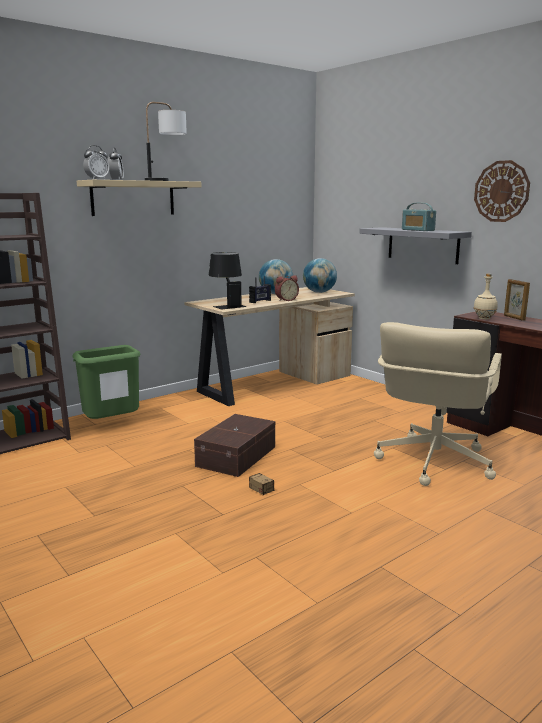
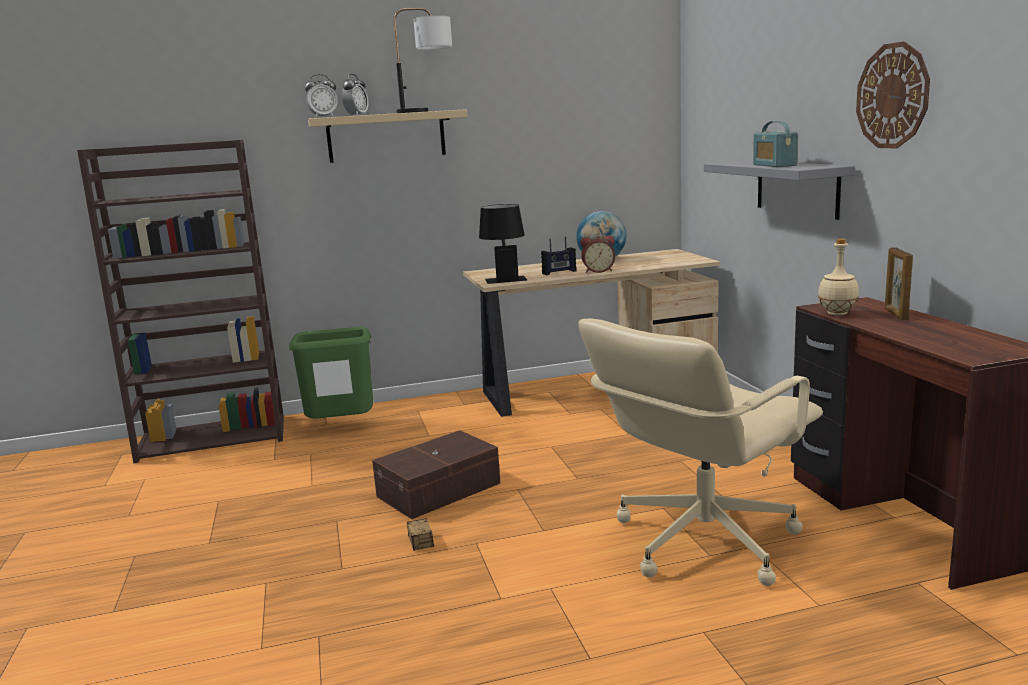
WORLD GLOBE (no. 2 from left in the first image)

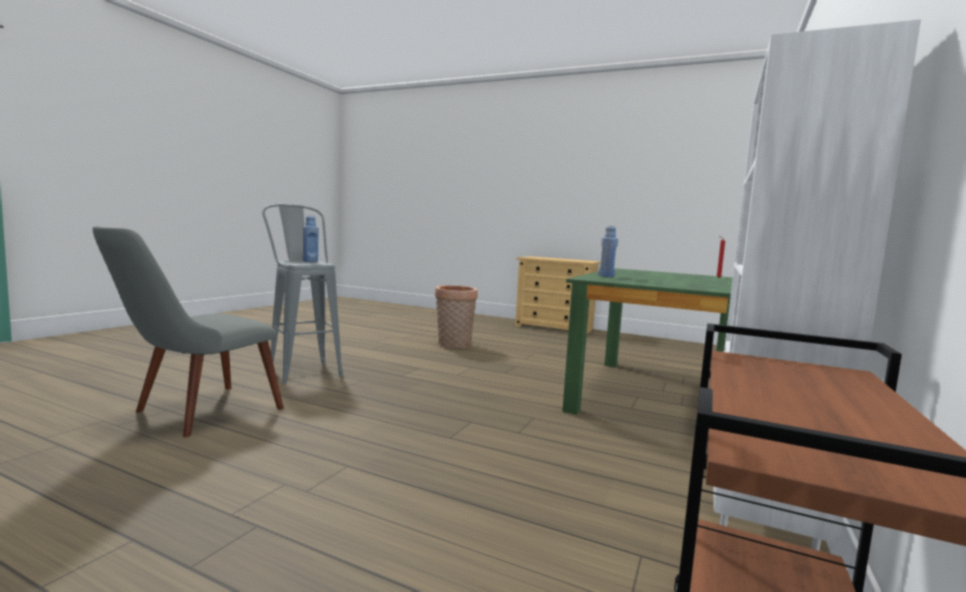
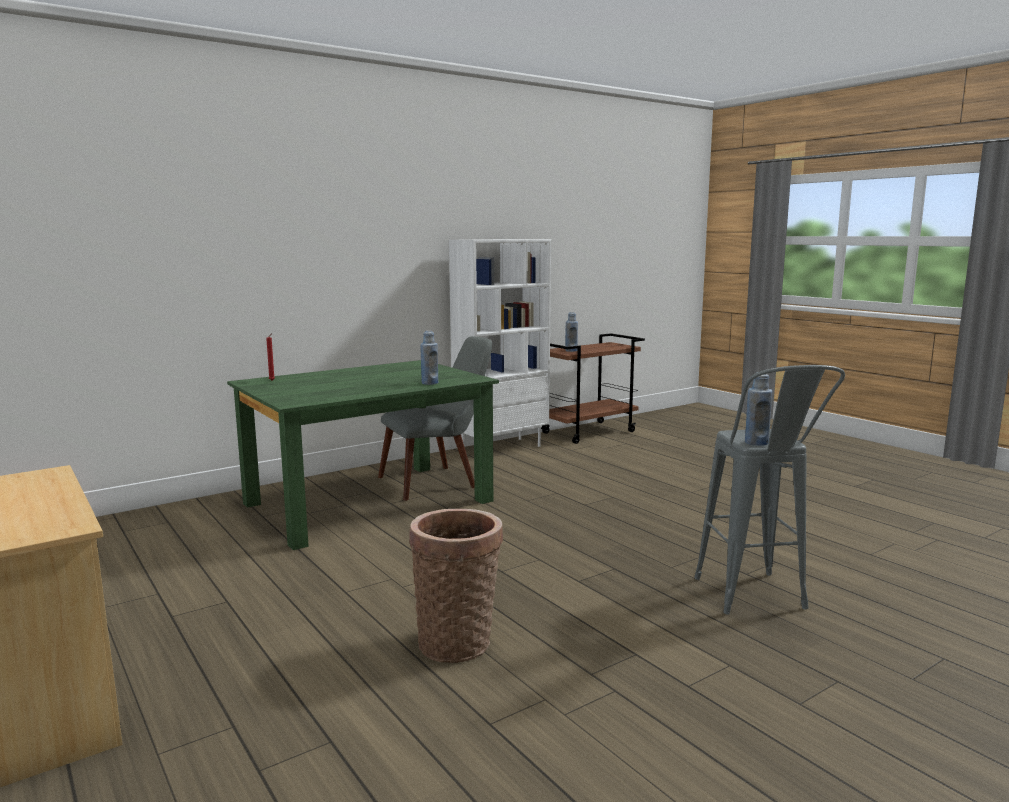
GREYISH CHAIR; BLUE DRINK BOTTLE (no. 2 from left)

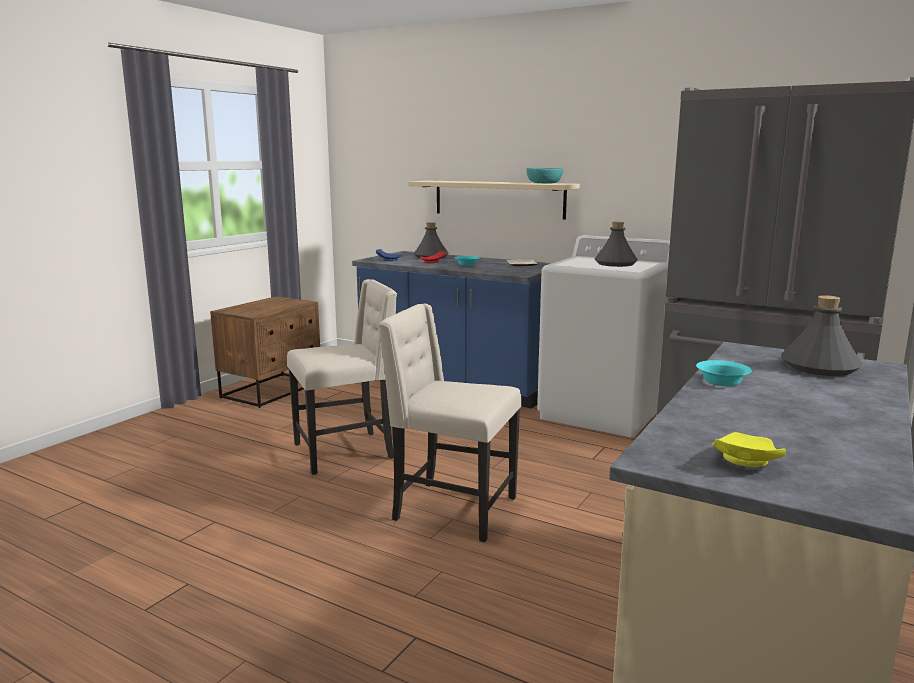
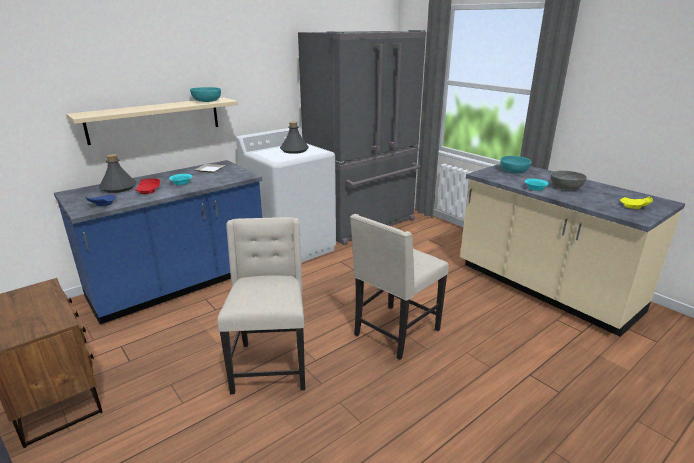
TURQUOISE-COLOURED DEEP DISH (no. 3 from left); GREYISH DEEP DISH

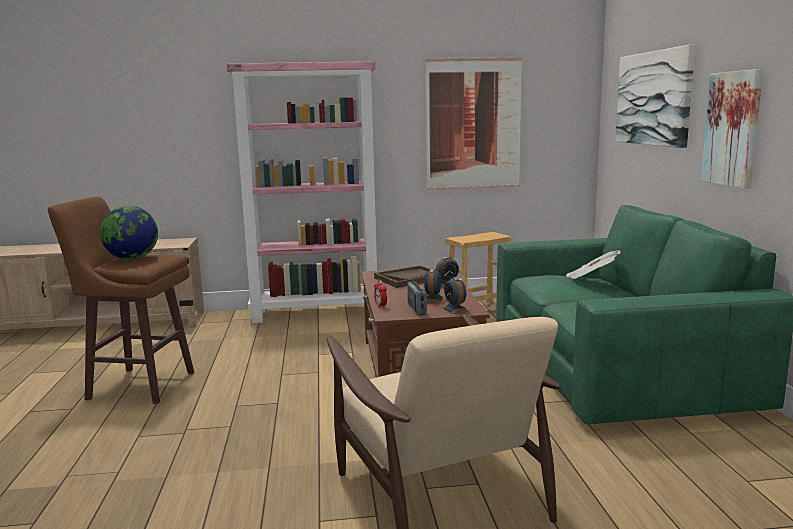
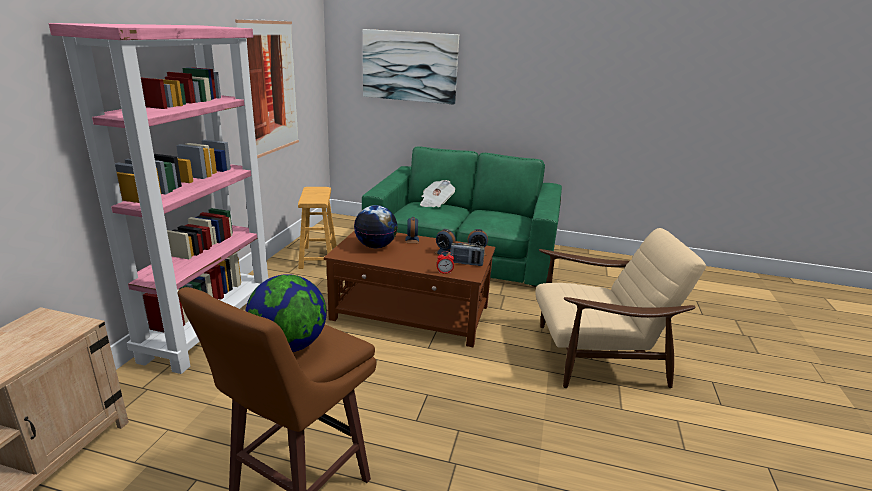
WALL PICTURE (no. 3 from left in the first image); WORLD GLOBE (no. 2 from left)

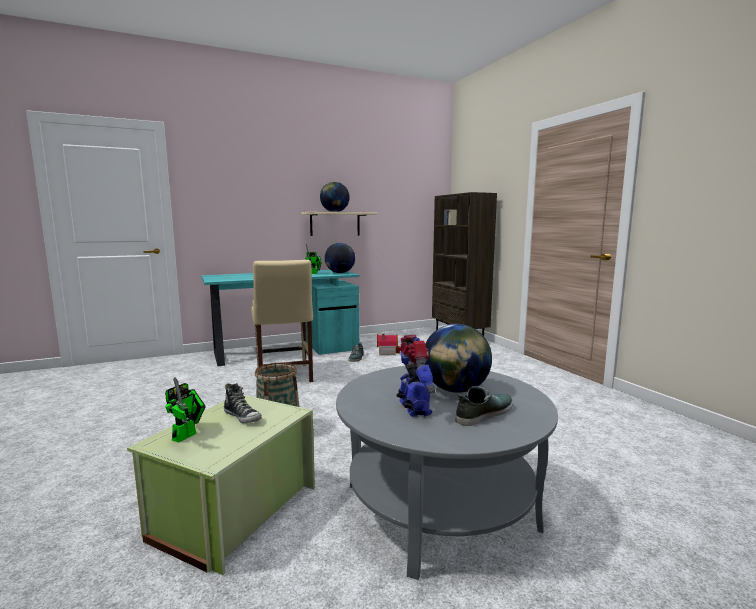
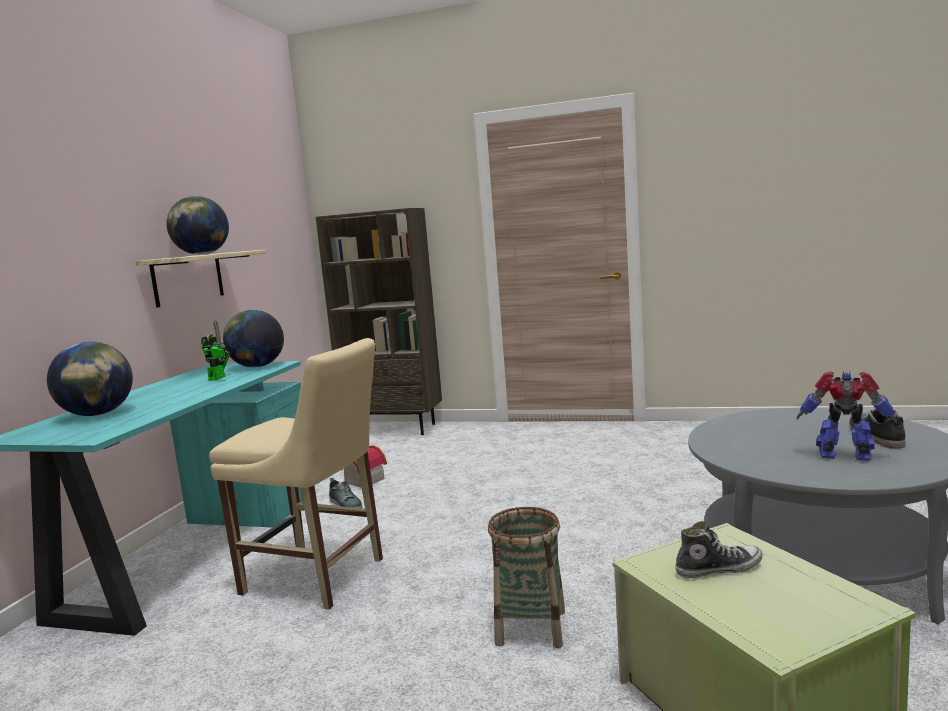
WORLD GLOBE (no. 1 from left); TOY ROBOT (no. 1 from left in the first image)

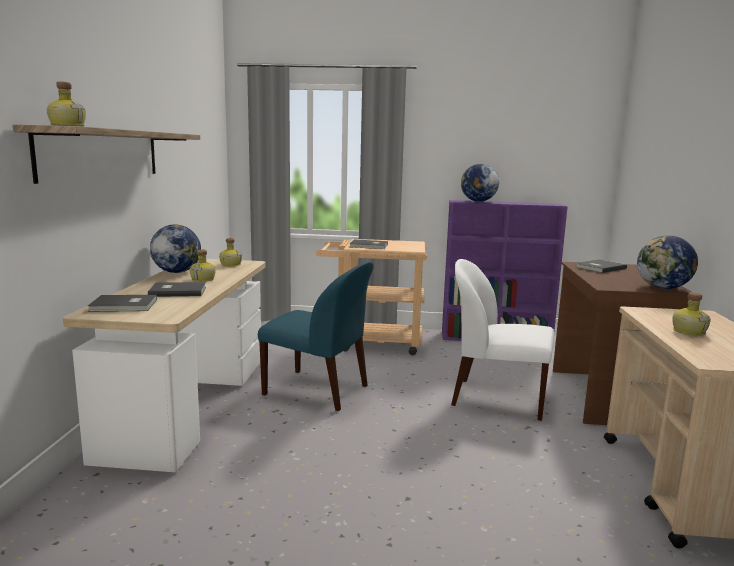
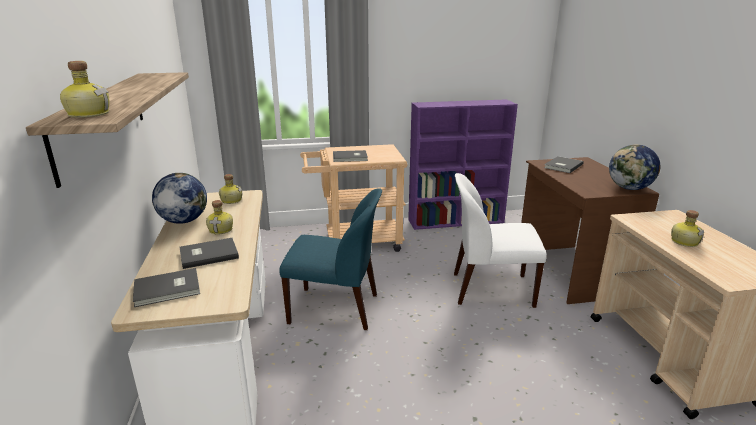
WORLD GLOBE (no. 2 from left in the first image)

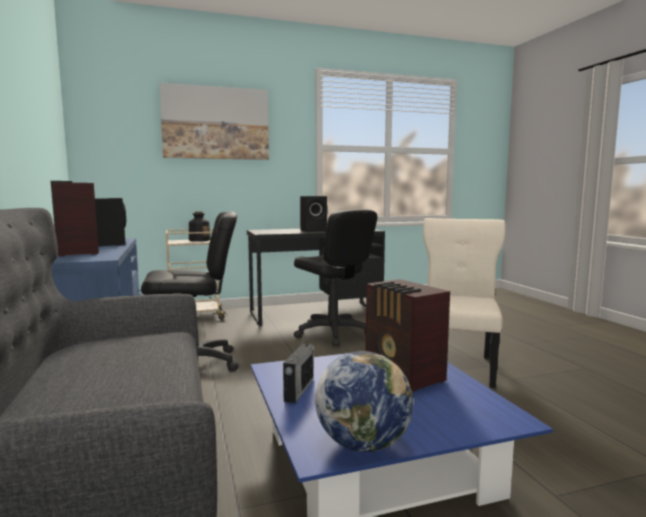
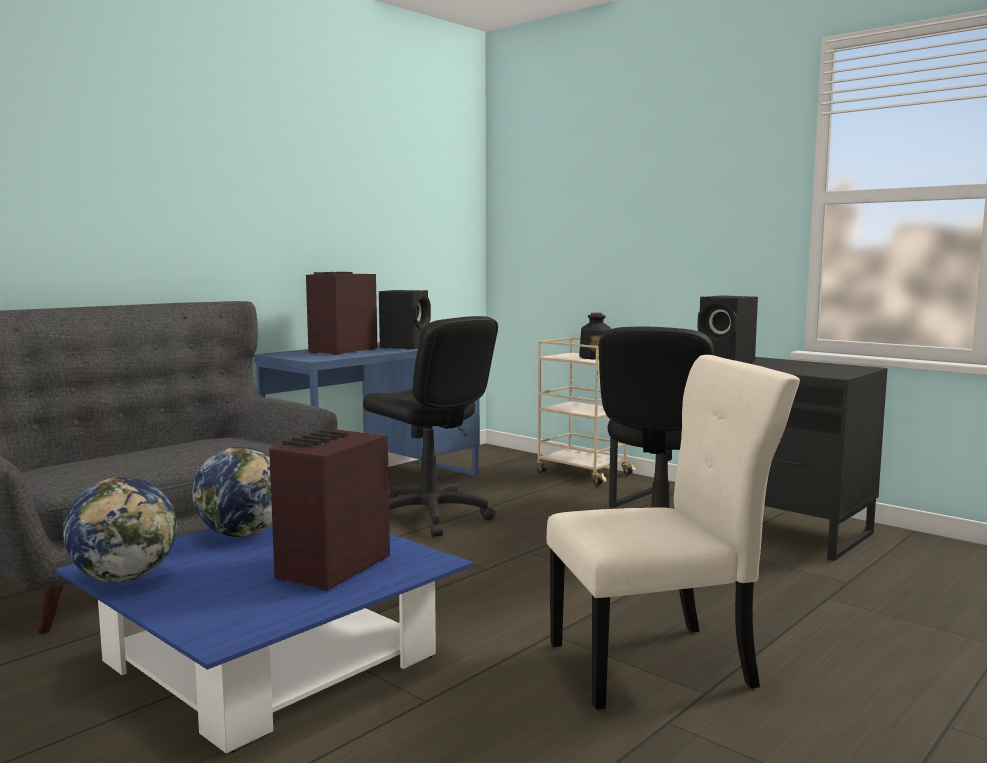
WALL PICTURE; WORLD GLOBE (no. 2 from left)

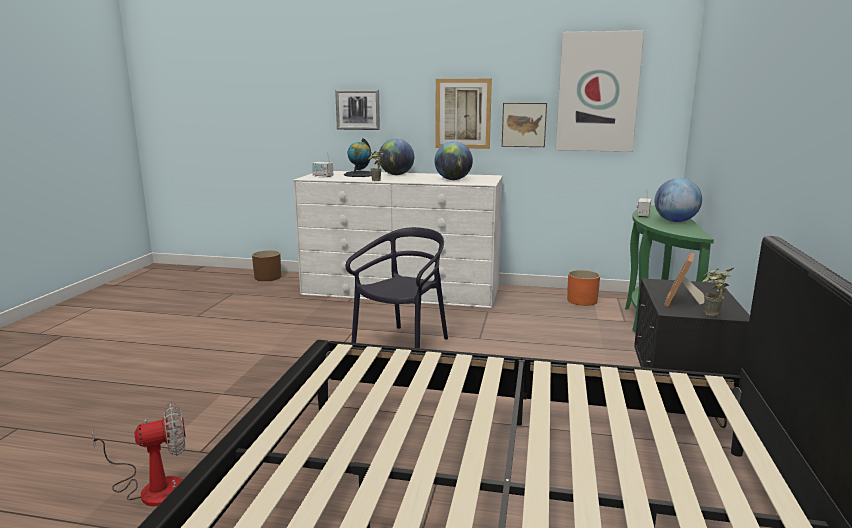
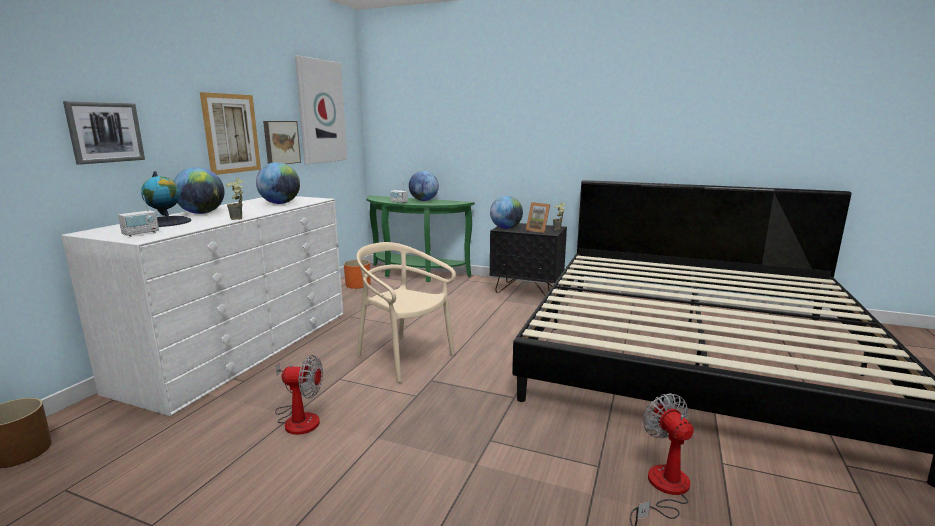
SAND-COLOURED CHAIR; WORLD GLOBE (no. 5 from left); FAN (no. 1 from left)

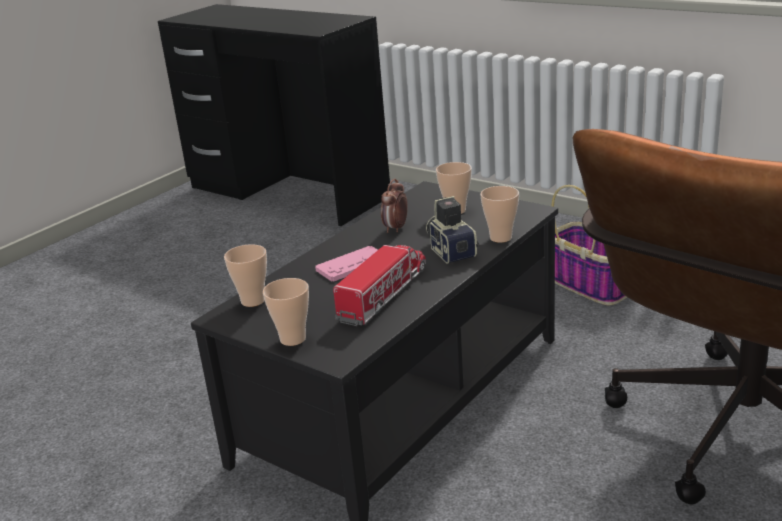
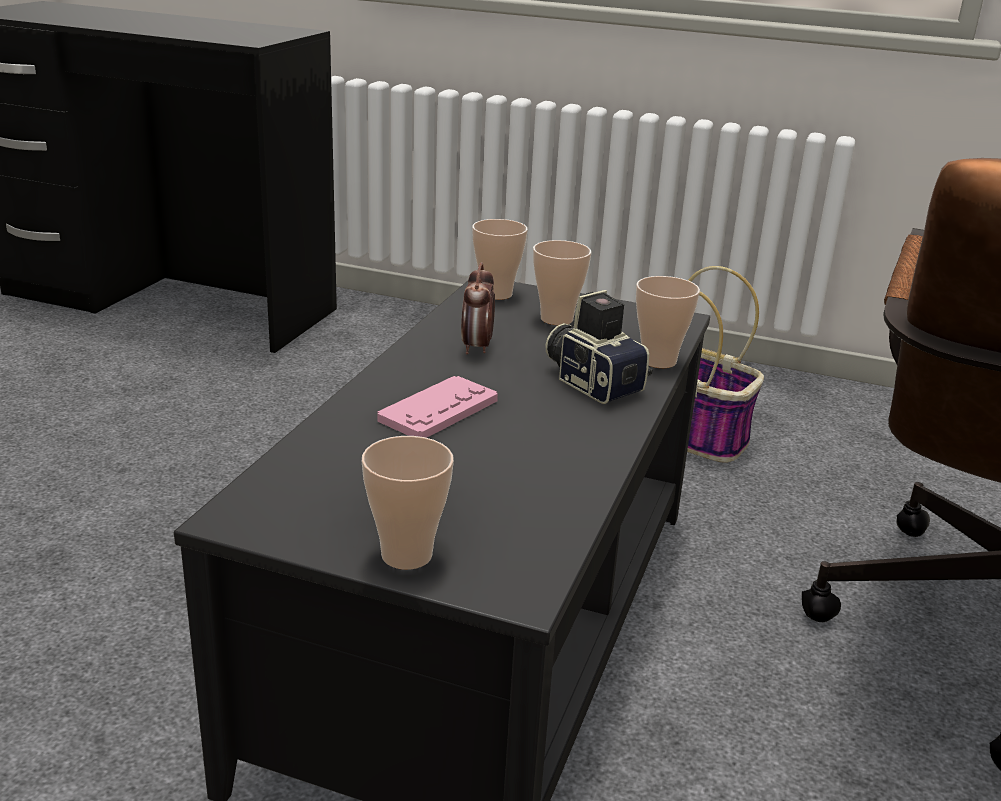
CUP (no. 2 from left); TOY LORRY

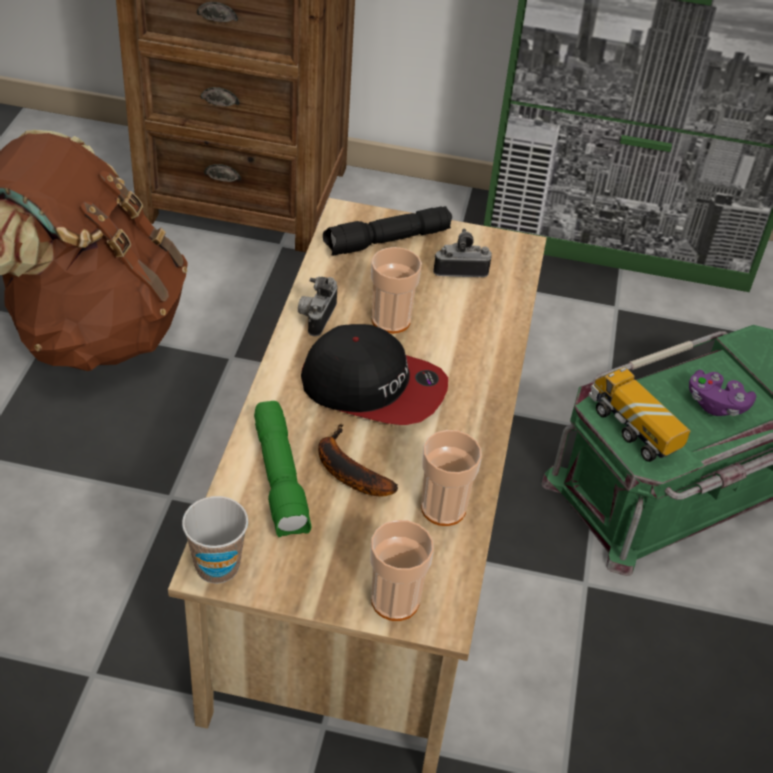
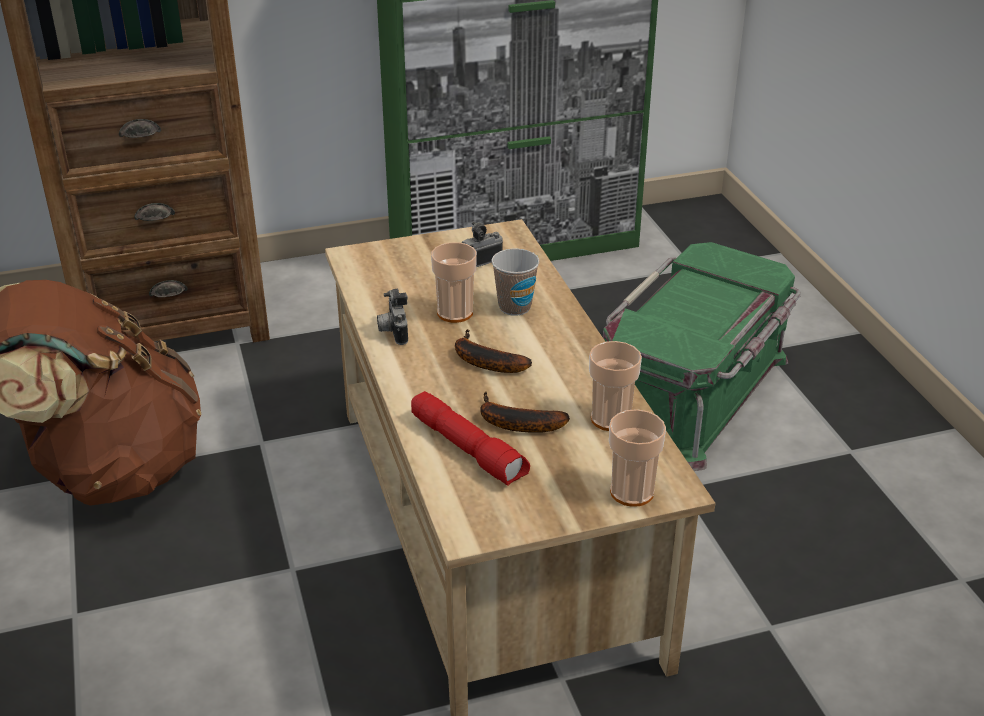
BLACK-COLOURED FLASHLIGHT; BANANA FRUIT (no. 1 from left); TOY LORRY; PURPLE GAMEPAD; RED FLASHLIGHT; CUP (no. 2 from left)

